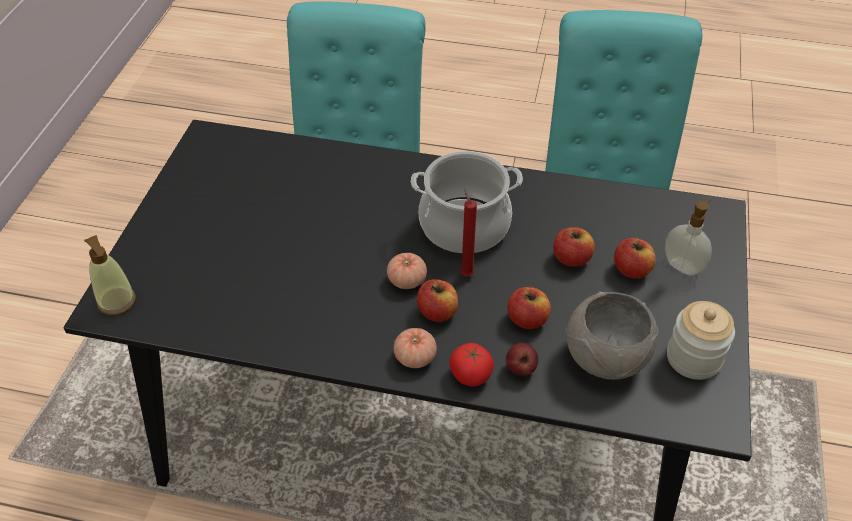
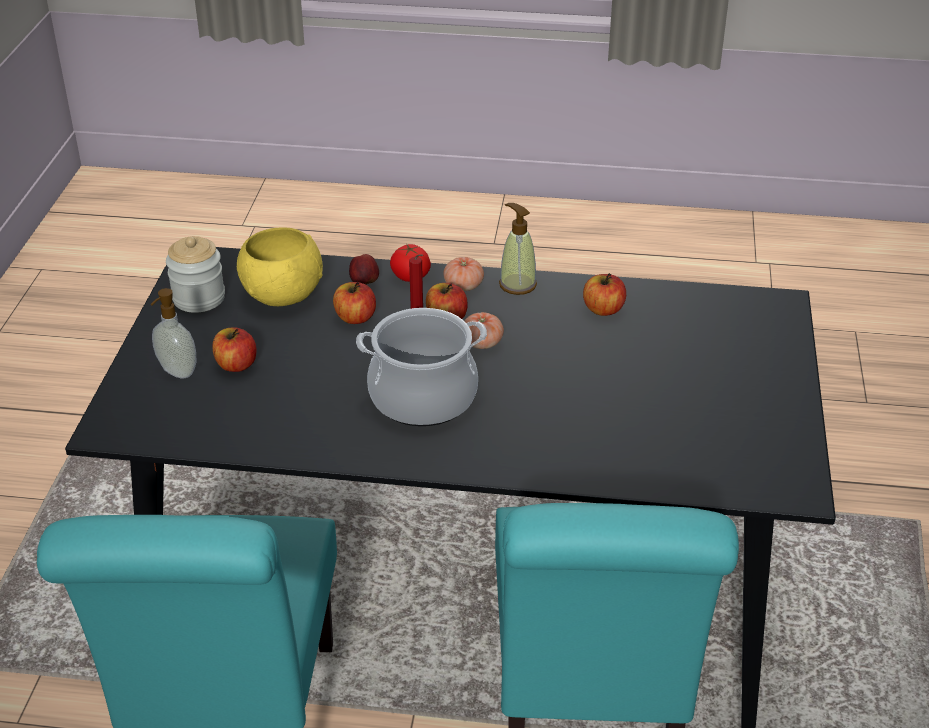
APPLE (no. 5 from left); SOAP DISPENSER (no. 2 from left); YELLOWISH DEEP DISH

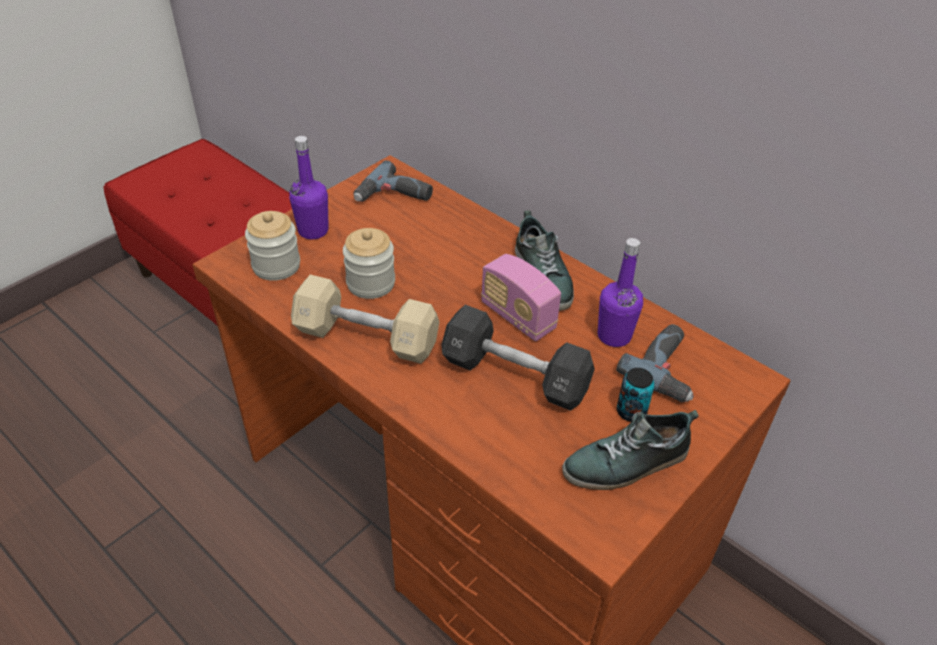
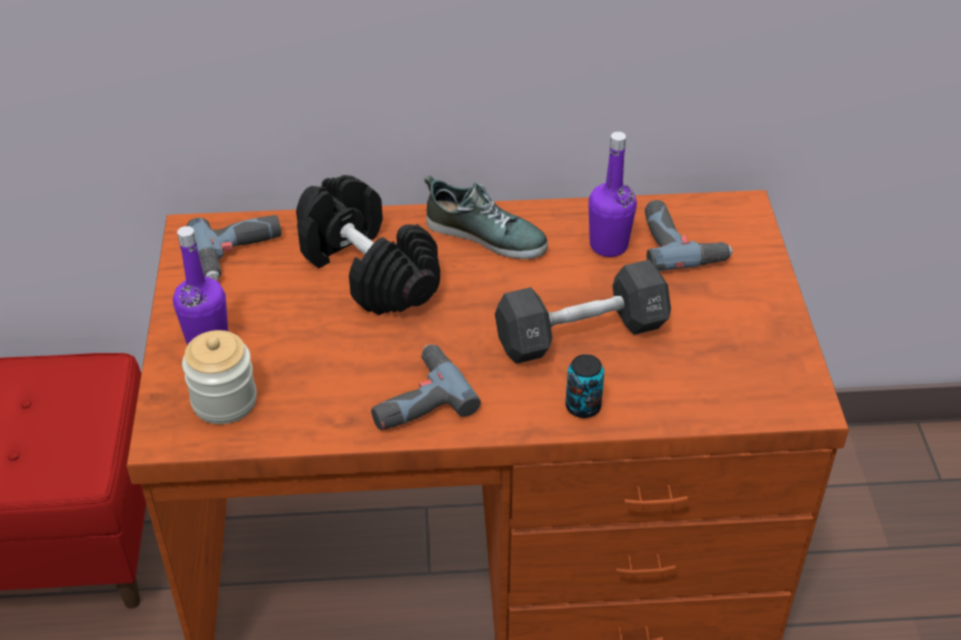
STORAGE JAR (no. 2 from left in the first image); RADIO RECEIVER; POWER DRILL (no. 2 from left); SEALED CAN; ITEM OF FOOTWEAR (no. 2 from left in the first image); BLACK-COLOURED DUMBBELL (no. 1 from left)

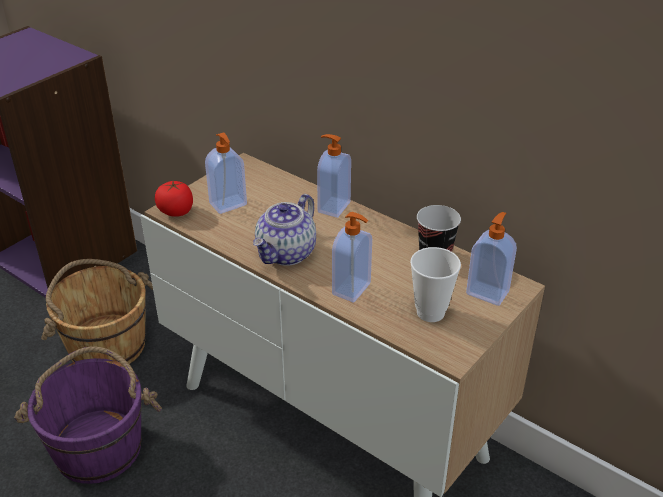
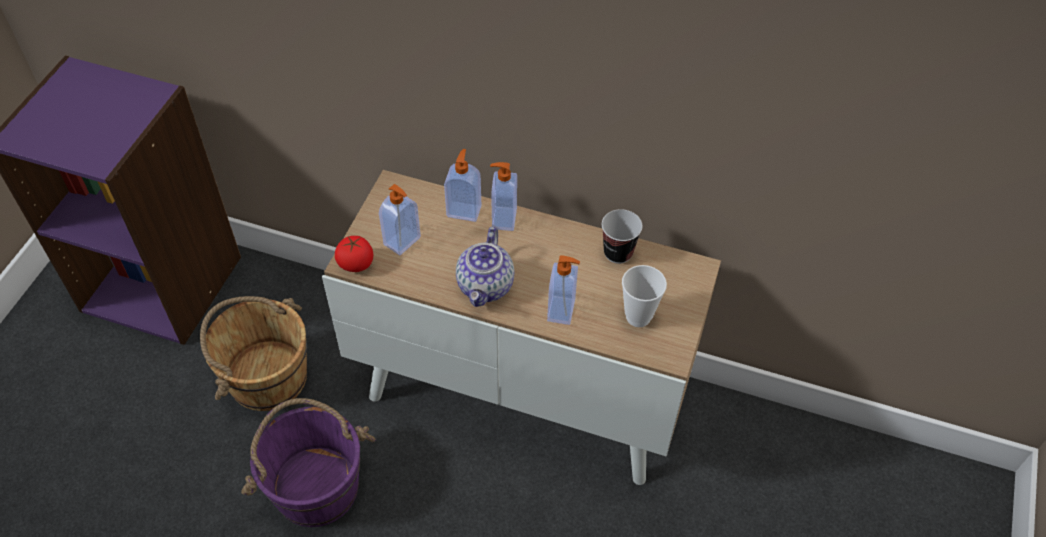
SOAP DISPENSER (no. 2 from left)

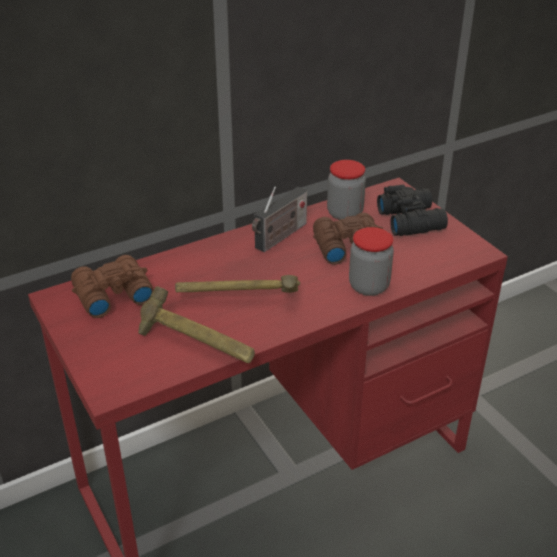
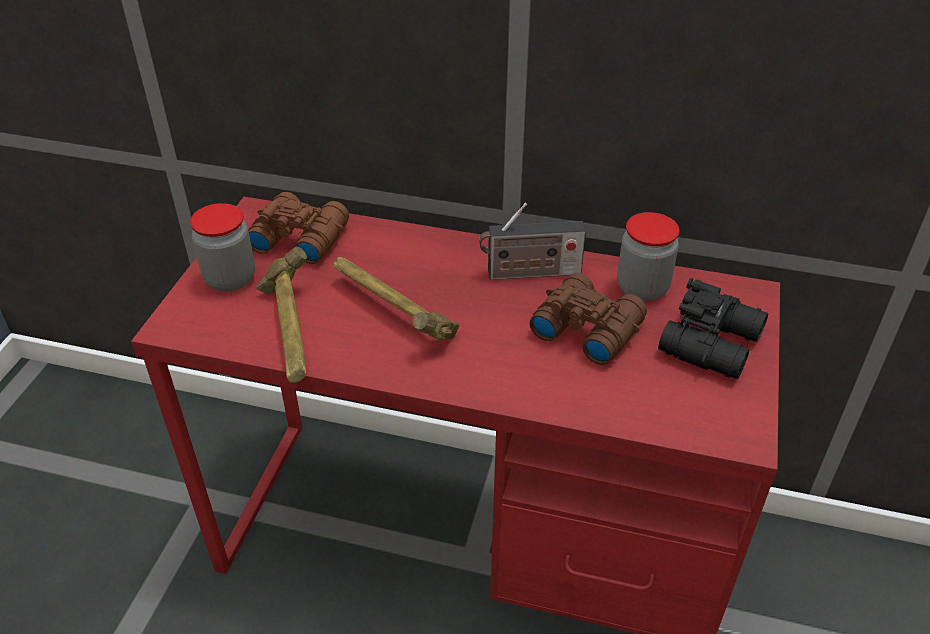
STORAGE JAR (no. 1 from left)

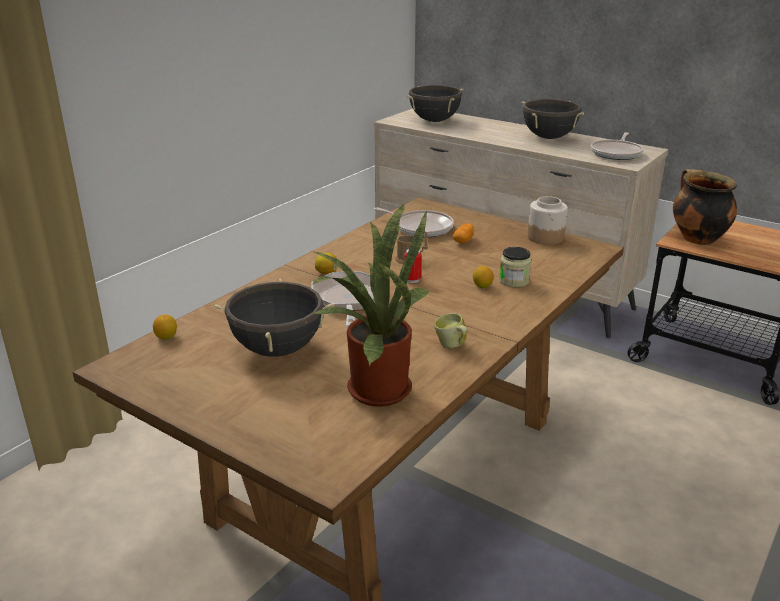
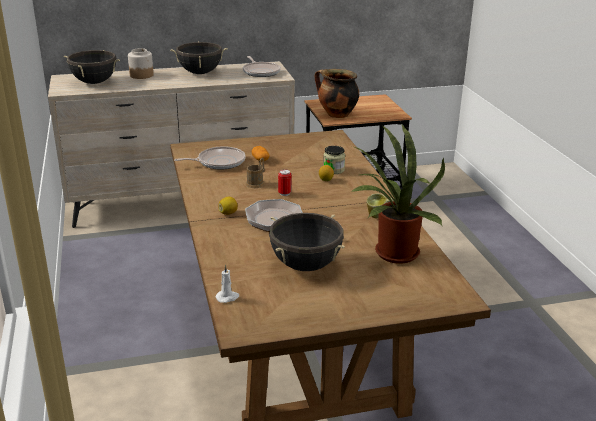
STORAGE JAR (no. 1 from left); WHITE WAX LIGHT

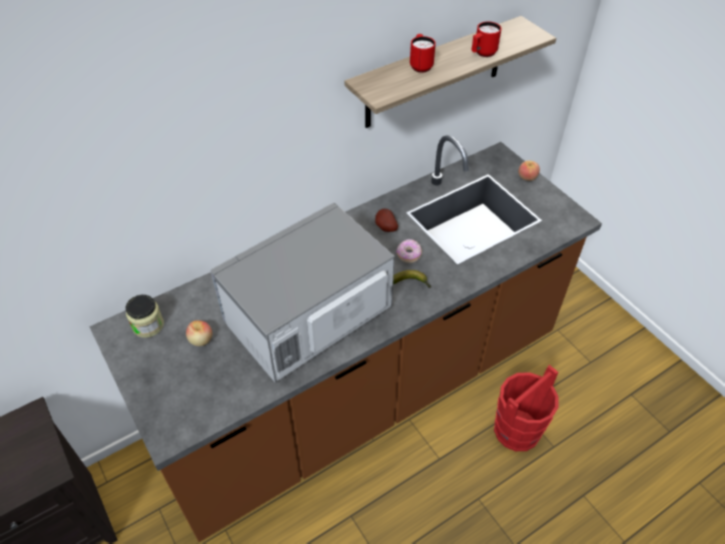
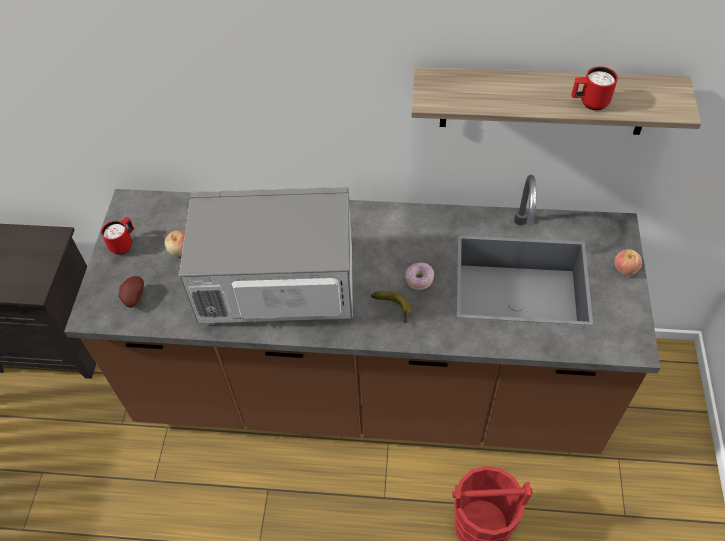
RED TEA MUG (no. 1 from left); POTATO; STORAGE JAR

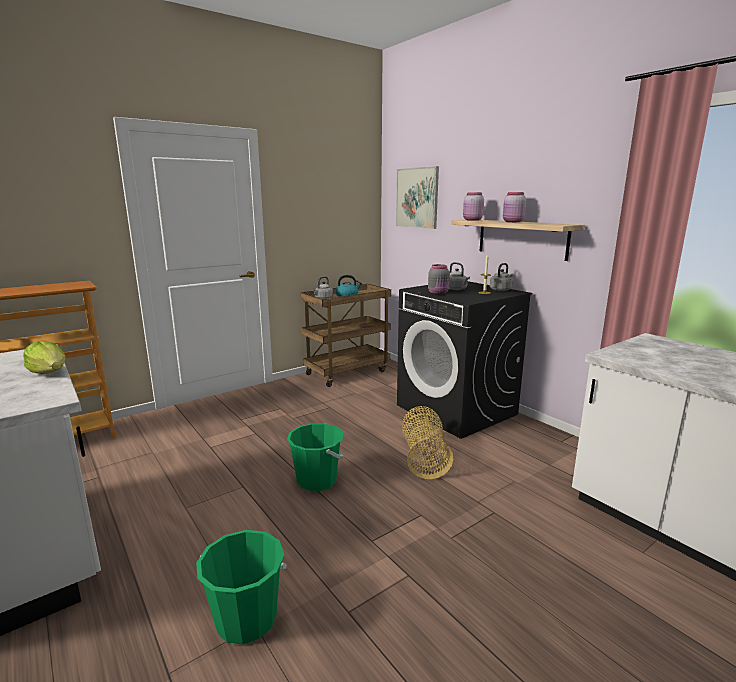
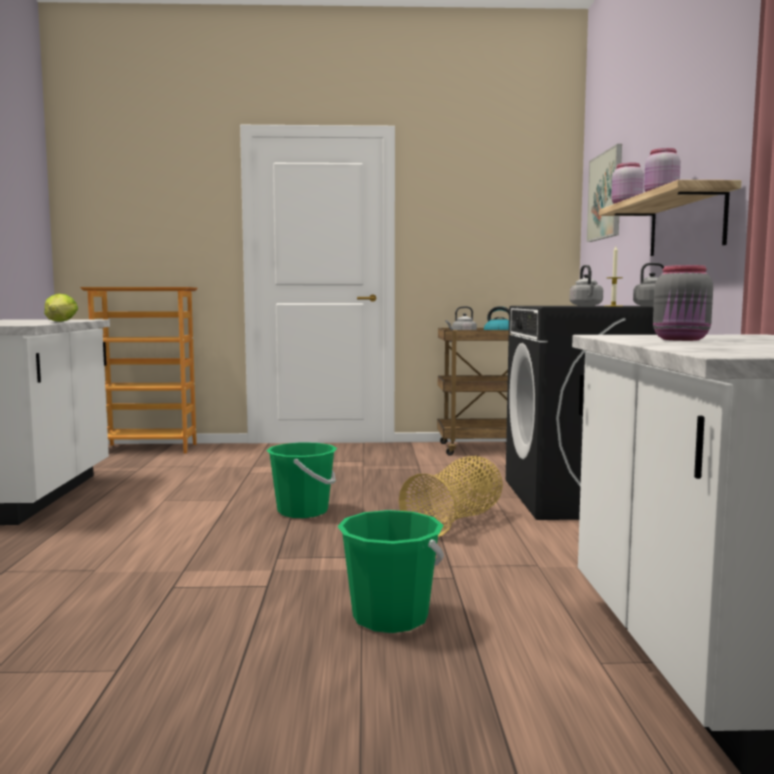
GREYISH STORAGE JAR; GREEN-COLOURED WATER BUCKET (no. 2 from left)

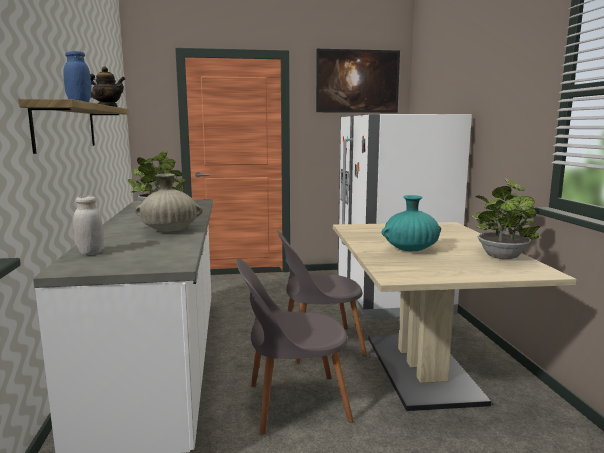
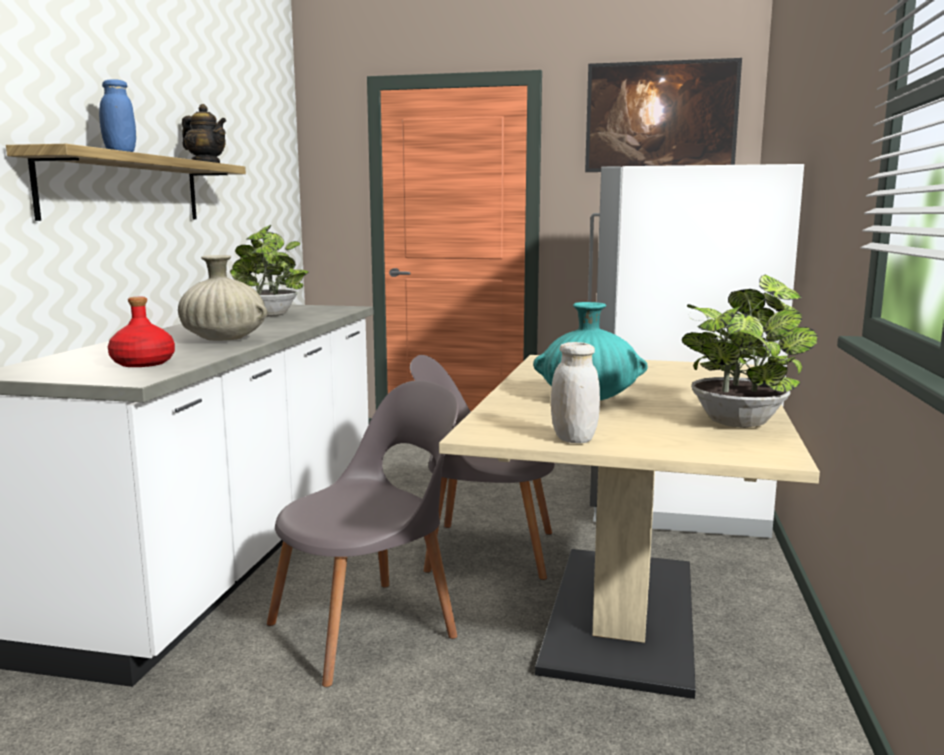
WHITE STORAGE JAR; GREYISH CHAIR (no. 1 from left); RED DRINK BOTTLE

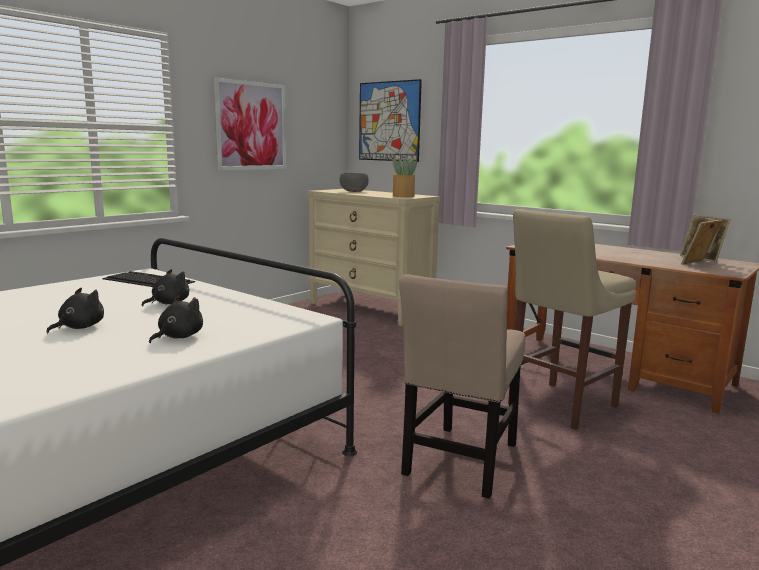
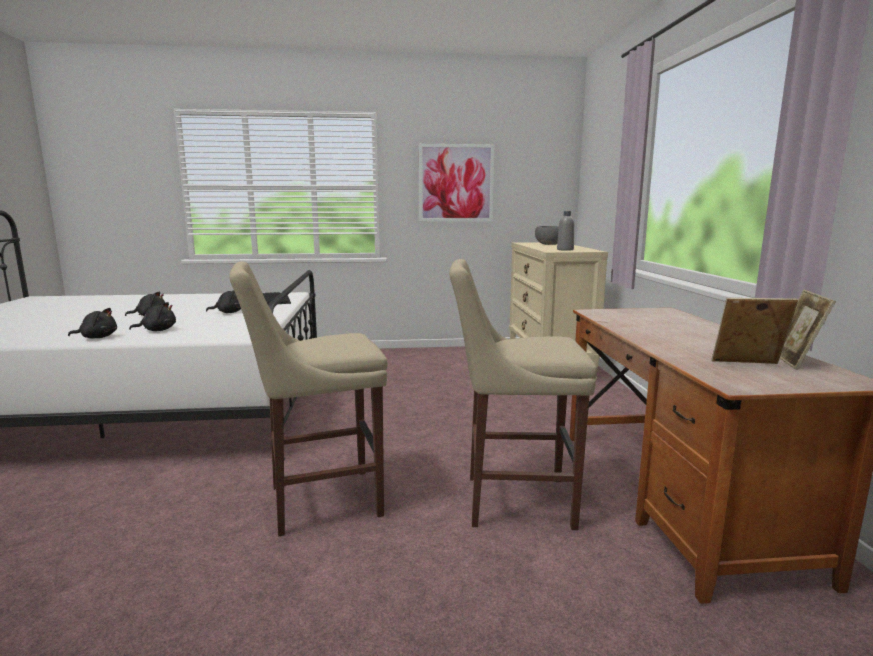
WALL PICTURE (no. 2 from left in the first image); GREYISH DRINK BOTTLE; SAND-COLOURED SITTING STOOL (no. 1 from left); BLACK-COLOURED SOFT TOY (no. 1 from left)

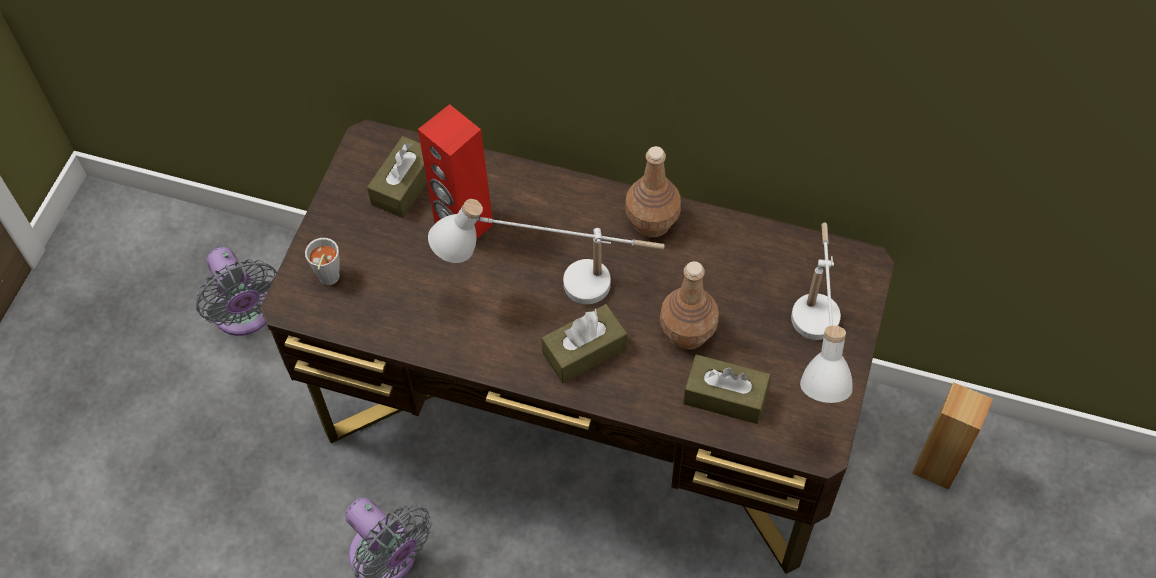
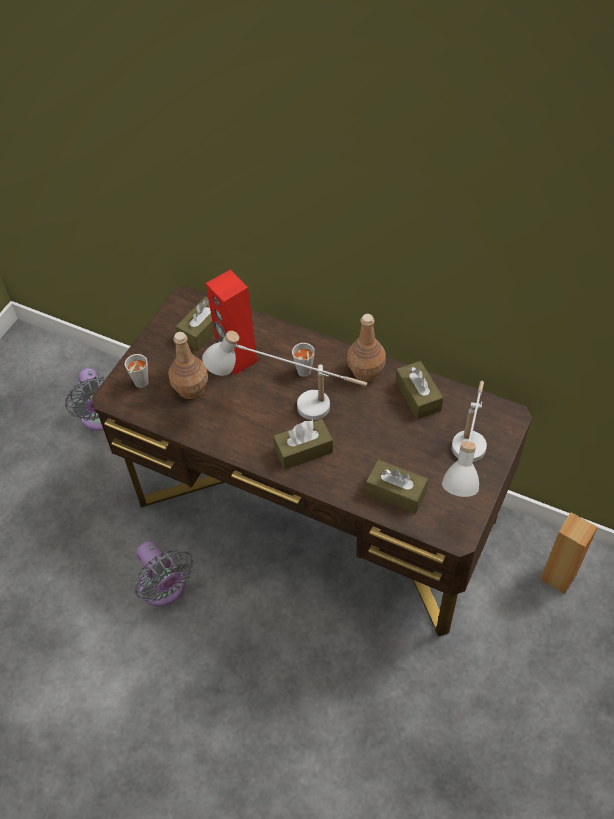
BROWNISH DRINK BOTTLE (no. 1 from left); GREYISH CUP (no. 2 from left); BROWNISH TISSUE HOLDER (no. 4 from left)

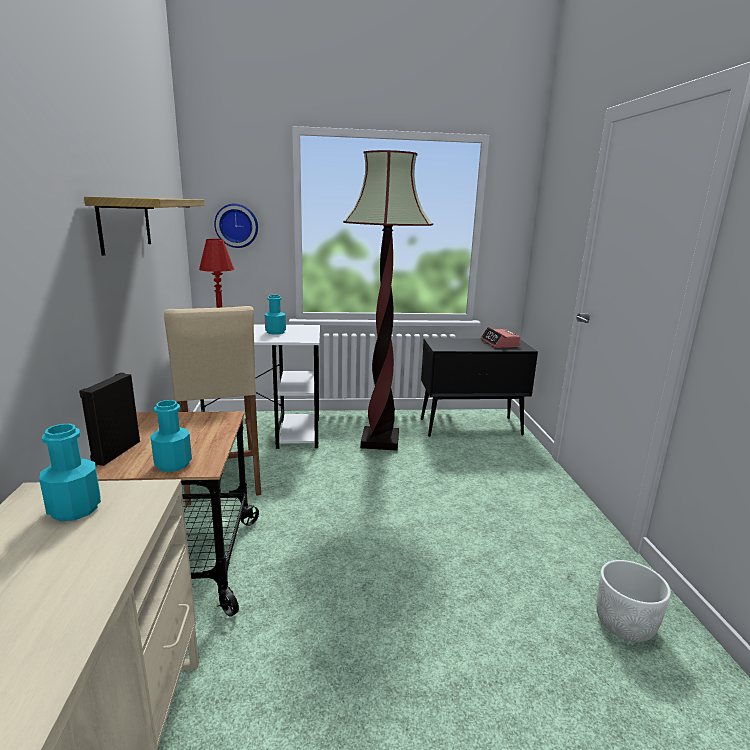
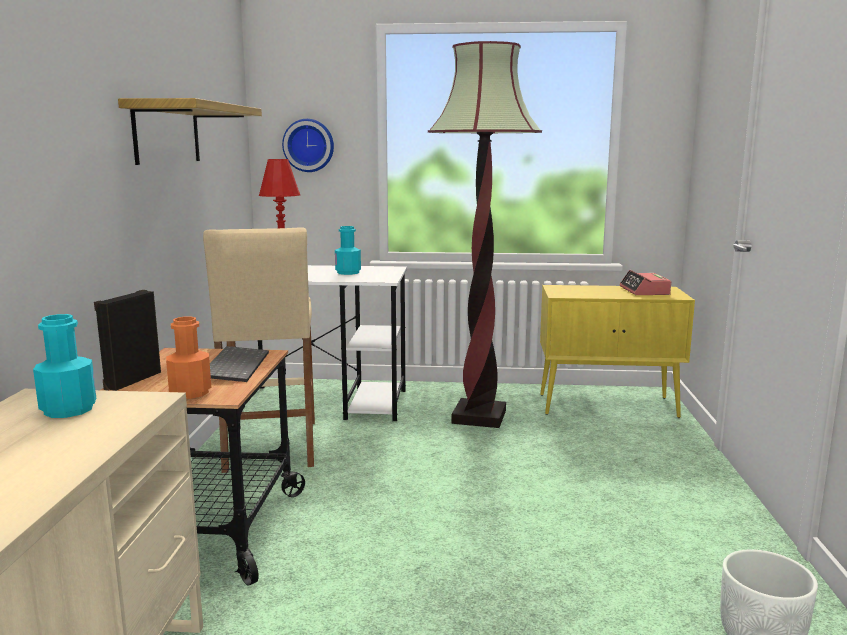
YELLOWISH CUPBOARD; ORANGE-COLOURED DRINK BOTTLE; COMPUTER KEYBOARD

